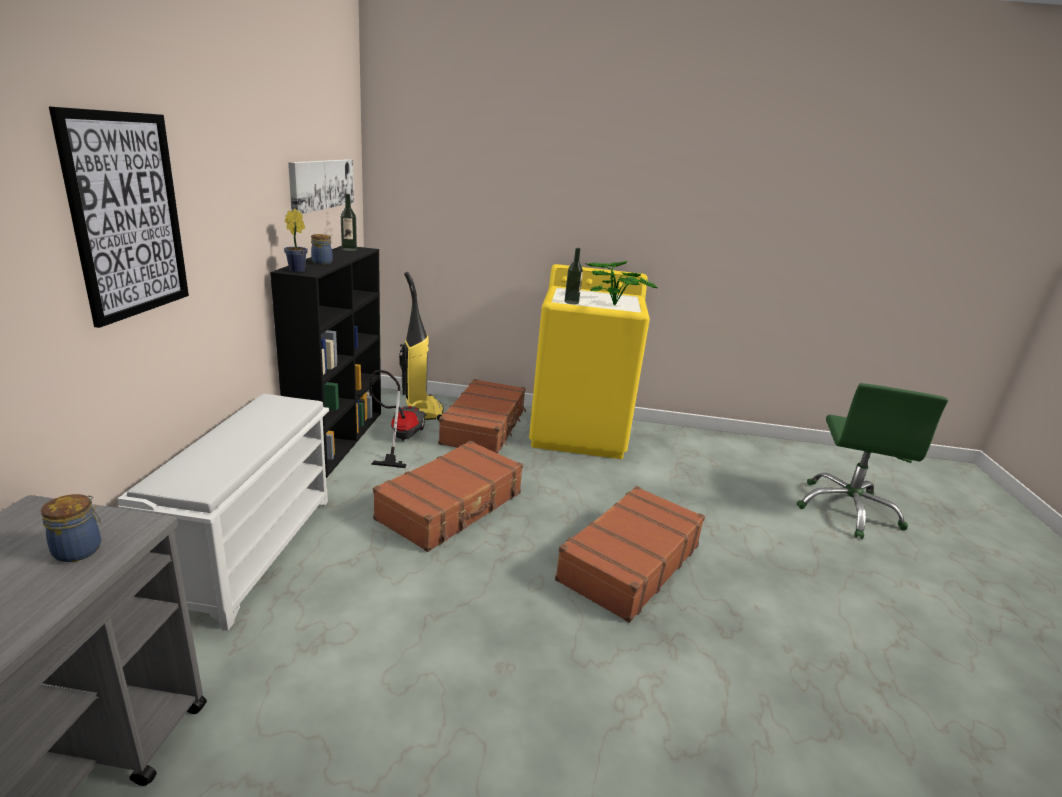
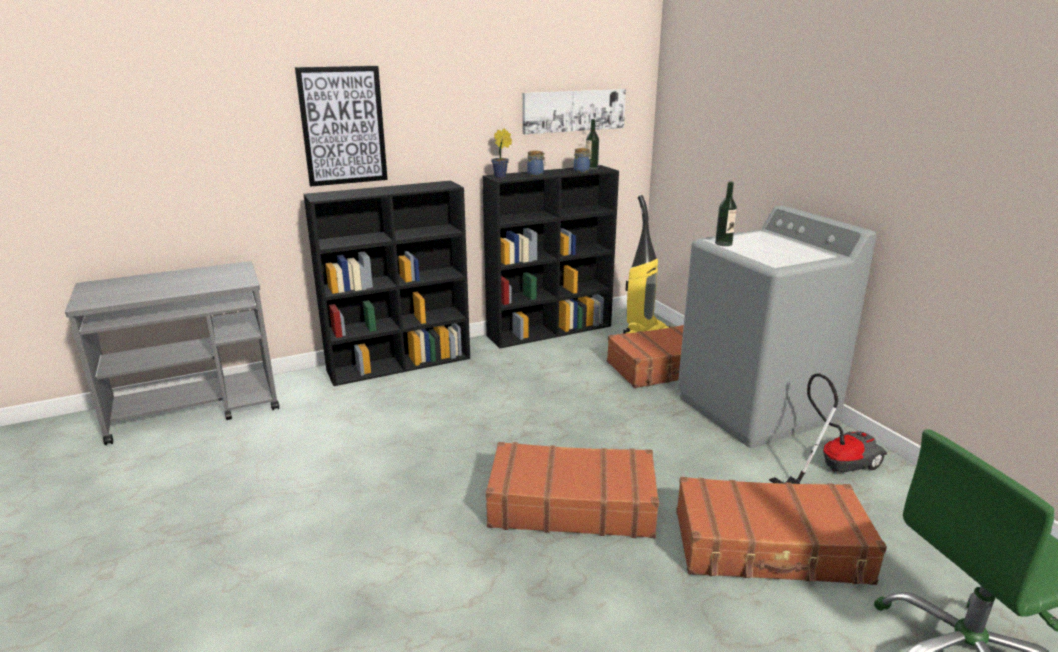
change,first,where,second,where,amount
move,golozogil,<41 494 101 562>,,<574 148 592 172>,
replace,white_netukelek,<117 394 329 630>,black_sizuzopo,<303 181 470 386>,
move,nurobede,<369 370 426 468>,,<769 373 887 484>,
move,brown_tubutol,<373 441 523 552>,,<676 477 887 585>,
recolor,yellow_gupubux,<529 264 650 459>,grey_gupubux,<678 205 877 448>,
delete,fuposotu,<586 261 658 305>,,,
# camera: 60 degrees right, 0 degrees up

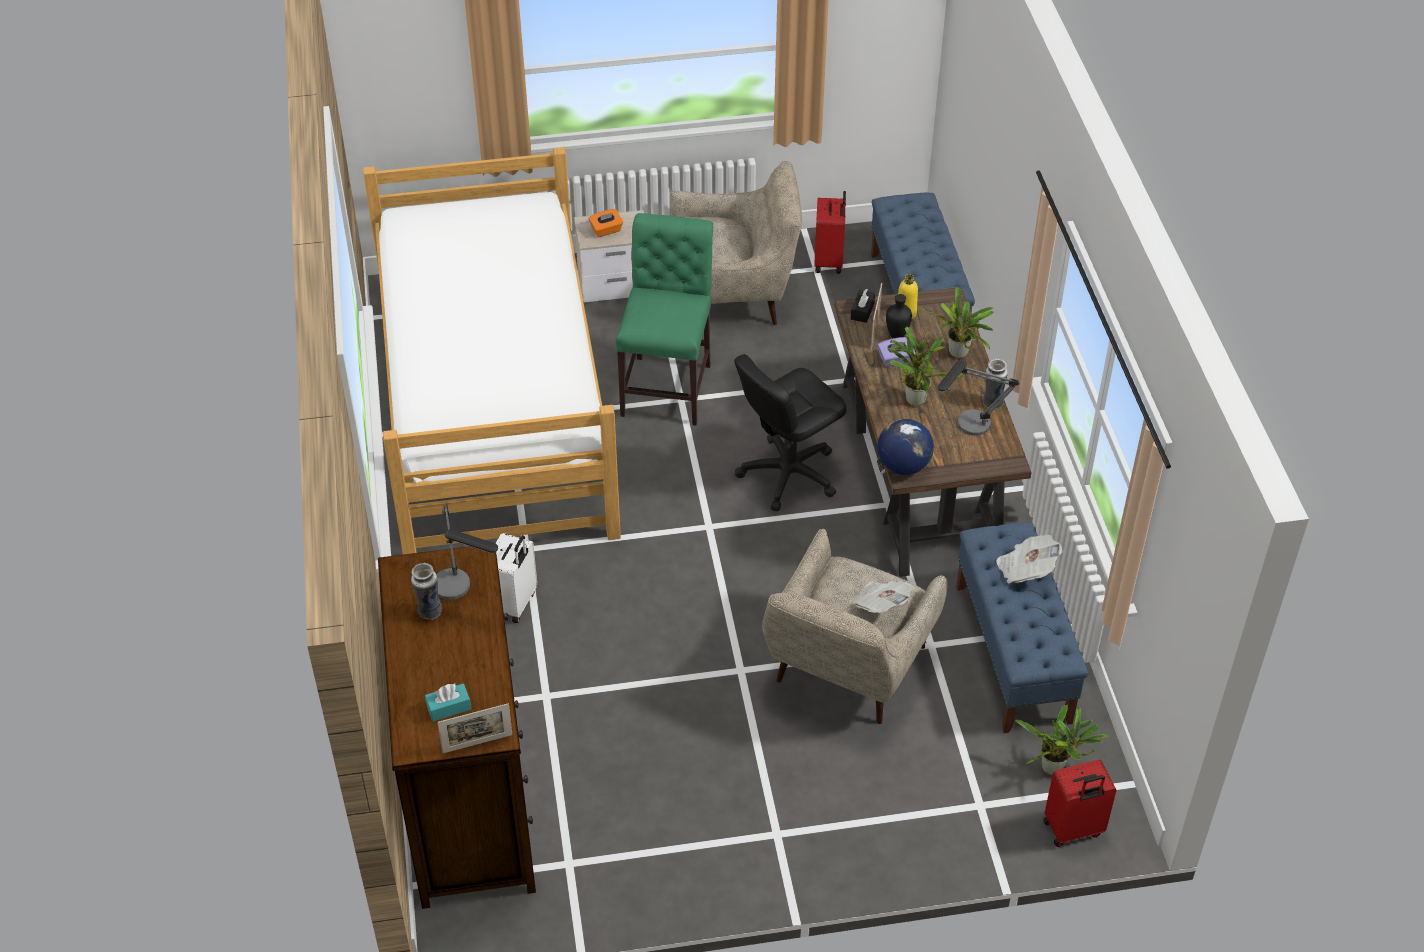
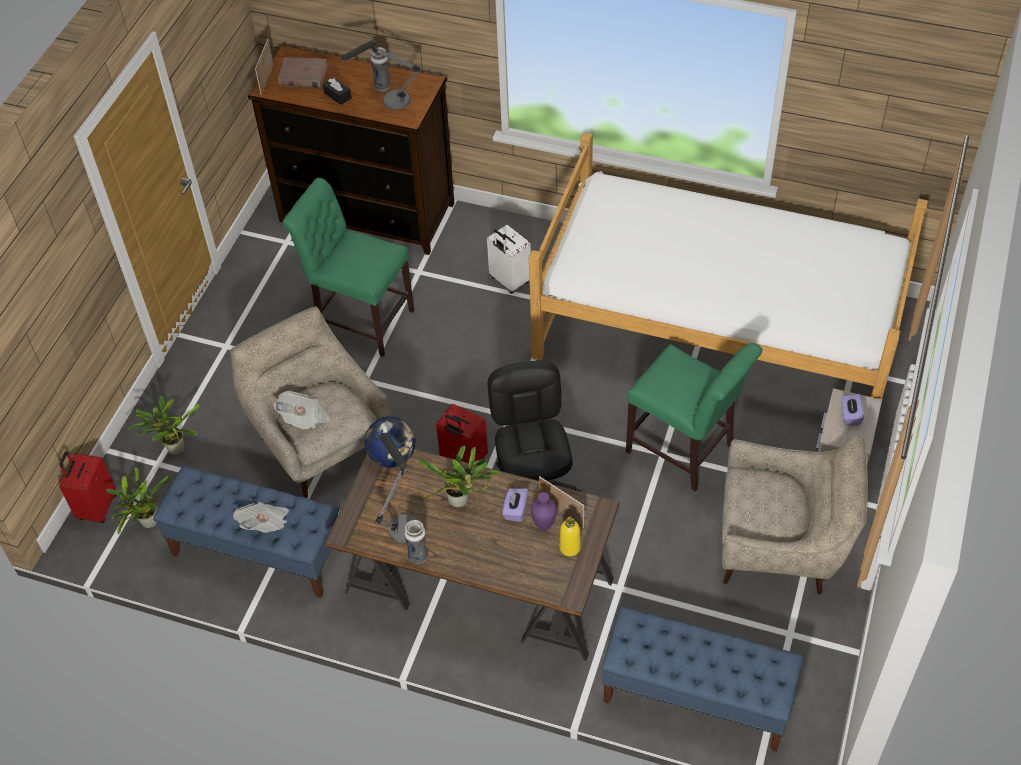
change,first,where,second,where,amount
replace,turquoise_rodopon,<425 684 471 721>,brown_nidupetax,<278 57 327 88>,
recolor,orange_rodopon,<589 209 623 237>,purple_rodopon,<841 394 864 425>,
rotate,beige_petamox,<670 161 802 325>,,<722 435 868 595>,105 degrees counterclockwise
move,red_tubutol,<814 191 846 274>,,<436 404 488 463>,
move,black_rodopon,<851 289 875 323>,,<322 78 352 105>,
recolor,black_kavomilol,<886 294 912 339>,purple_kavomilol,<531 492 557 531>,
move,fuposotu,<922 287 994 358>,,<128 395 200 455>,
insert,,,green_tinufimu,<282 178 414 357>,
# camera: 120 degrees right, 5 degrees up

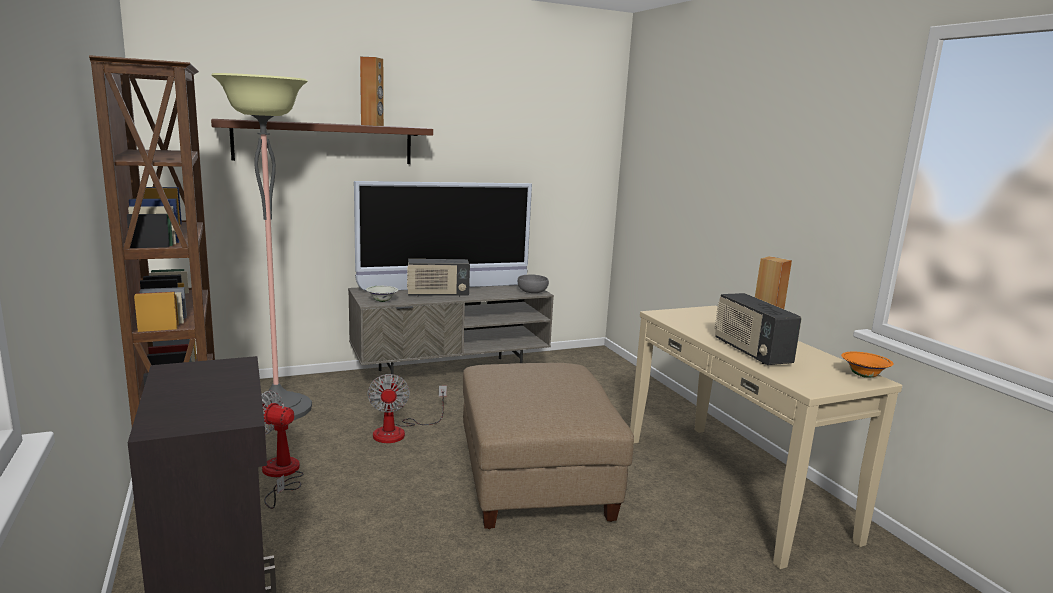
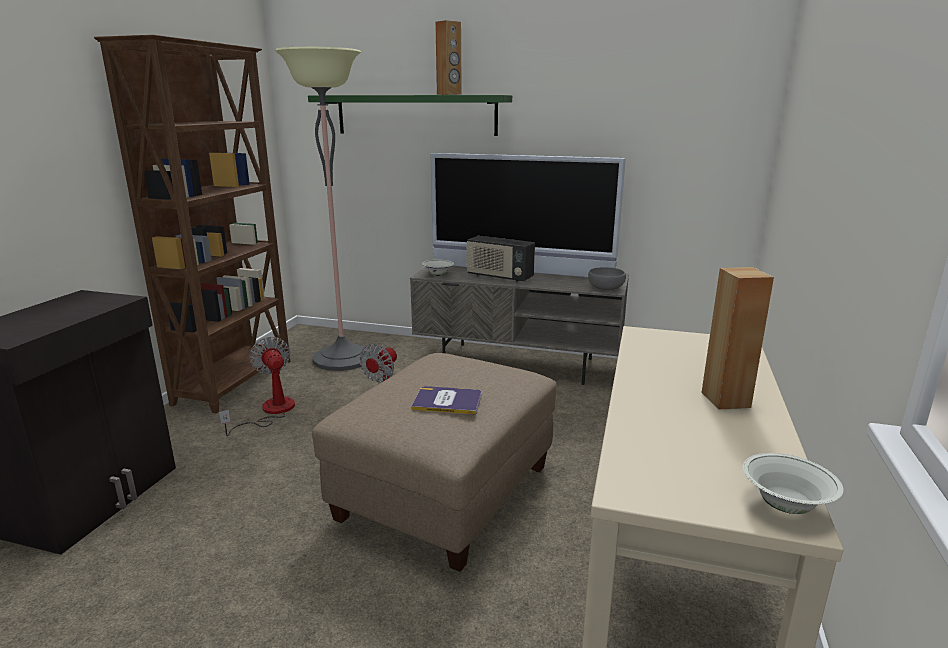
change,first,where,second,where,amount
recolor,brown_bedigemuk,<211 119 433 164>,green_bedigemuk,<308 95 512 136>,
delete,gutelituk,<715 293 802 365>,,,
recolor,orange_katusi,<841 352 894 378>,white_katusi,<743 453 844 514>,
insert,,,nidupetax,<411 386 482 414>,
# camera: 40 degrees right, 5 degrees up

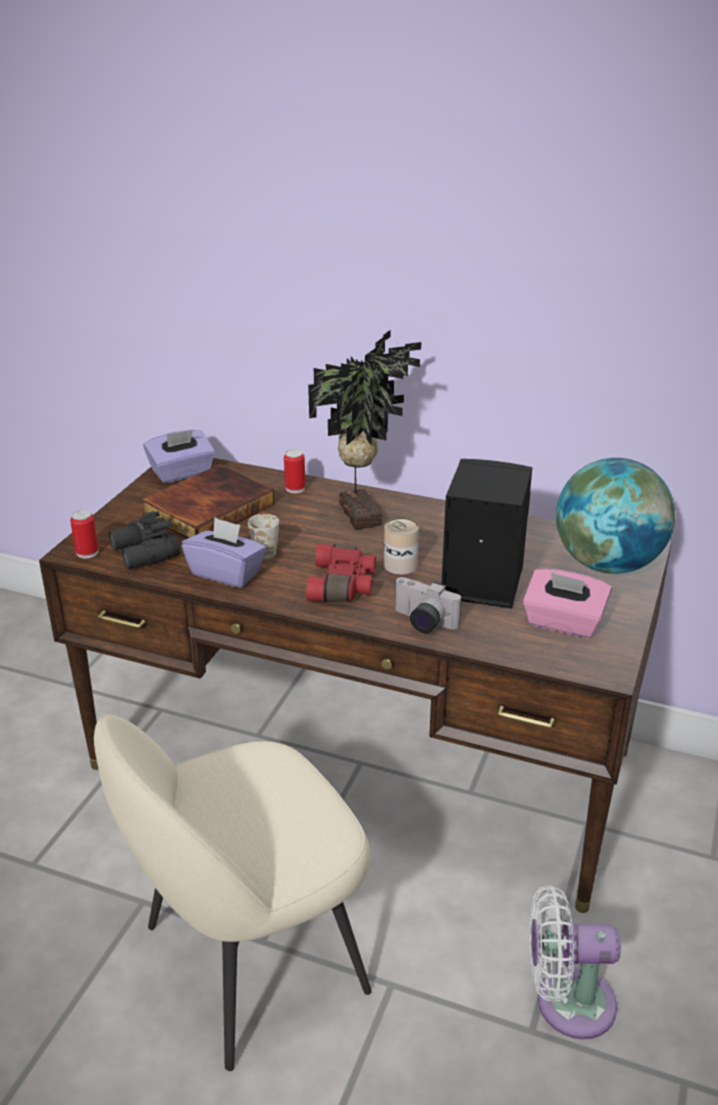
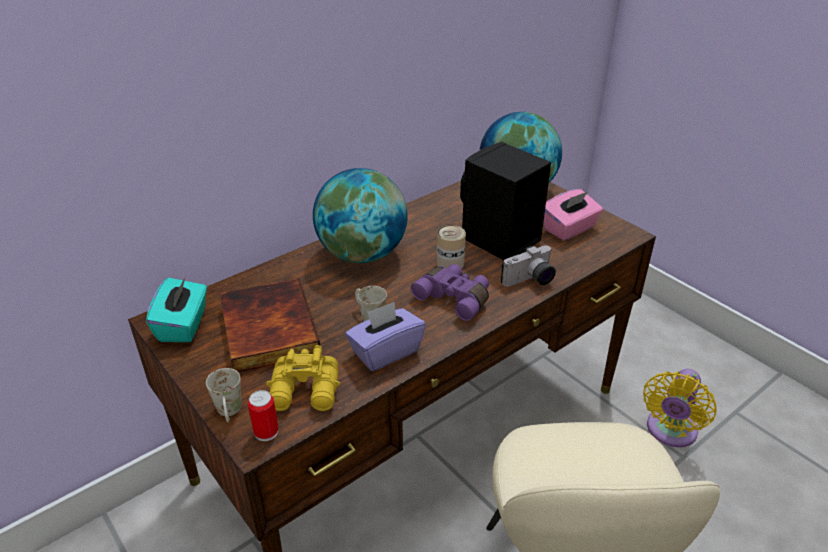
change,first,where,second,where,amount
recolor,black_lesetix,<109 511 181 569>,yellow_lesetix,<266 345 340 411>,
recolor,purple_rodopon,<143 430 215 483>,turquoise_rodopon,<146 278 207 342>,
delete,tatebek,<284 449 305 493>,,,
recolor,red_lesetix,<306 544 376 602>,purple_lesetix,<411 264 489 321>,
replace,fuposotu,<308 330 422 530>,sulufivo,<313 168 408 263>,
recolor,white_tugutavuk,<530 885 621 1039>,yellow_tugutavuk,<643 369 717 447>,
insert,,,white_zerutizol,<206 368 241 422>,
# camera: 60 degrees left, 5 degrees up

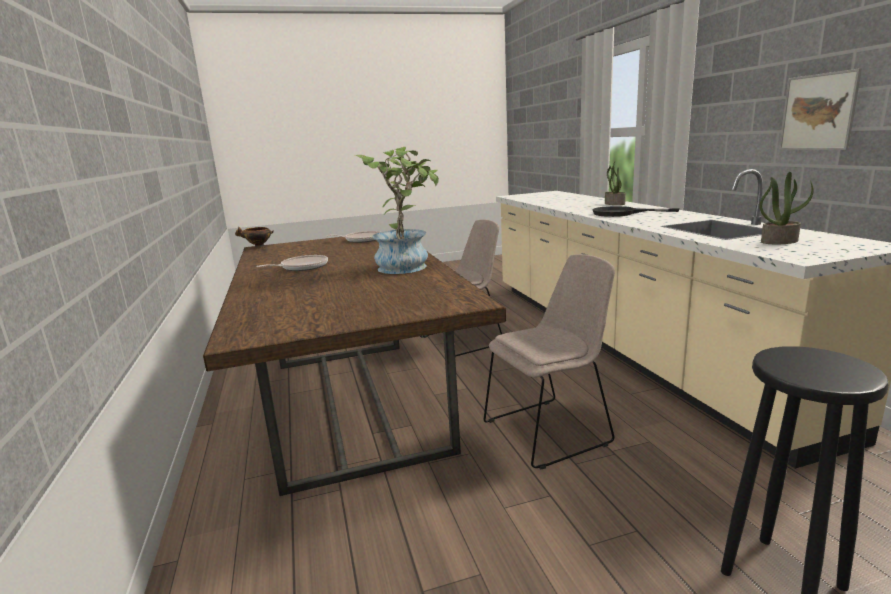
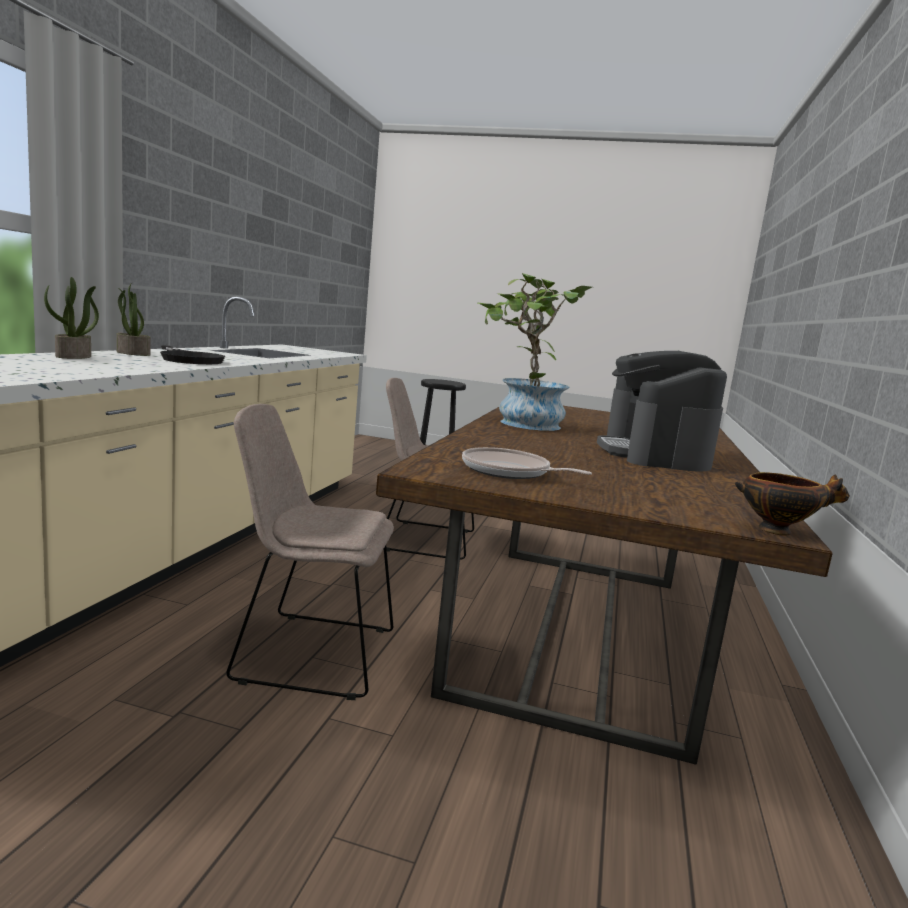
change,first,where,second,where,amount
replace,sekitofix,<256 255 328 271>,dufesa,<597 351 727 472>,
move,fuposotu,<760 172 814 244>,,<116 283 151 356>,
delete,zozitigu,<779 68 862 150>,,,
# camera: 150 degrees left, 5 degrees down

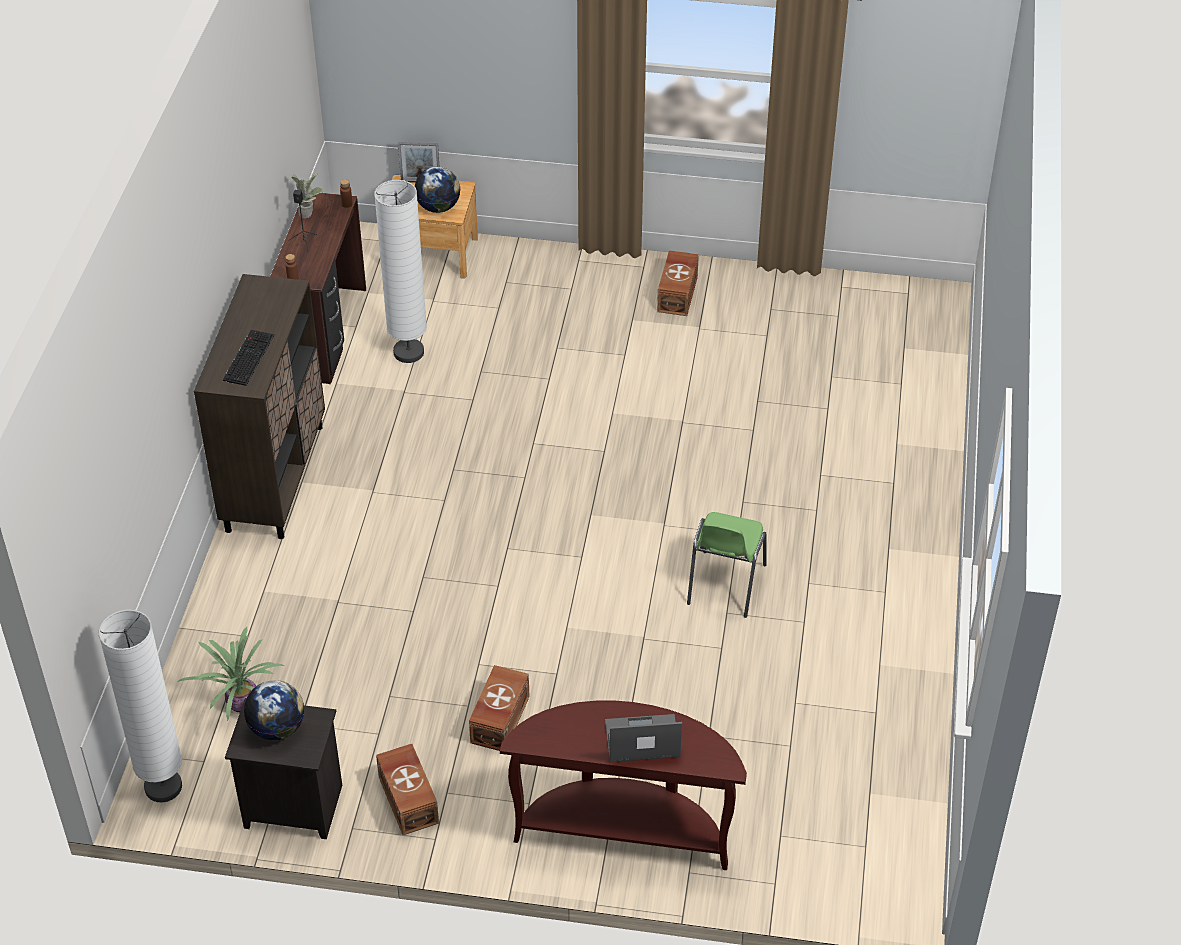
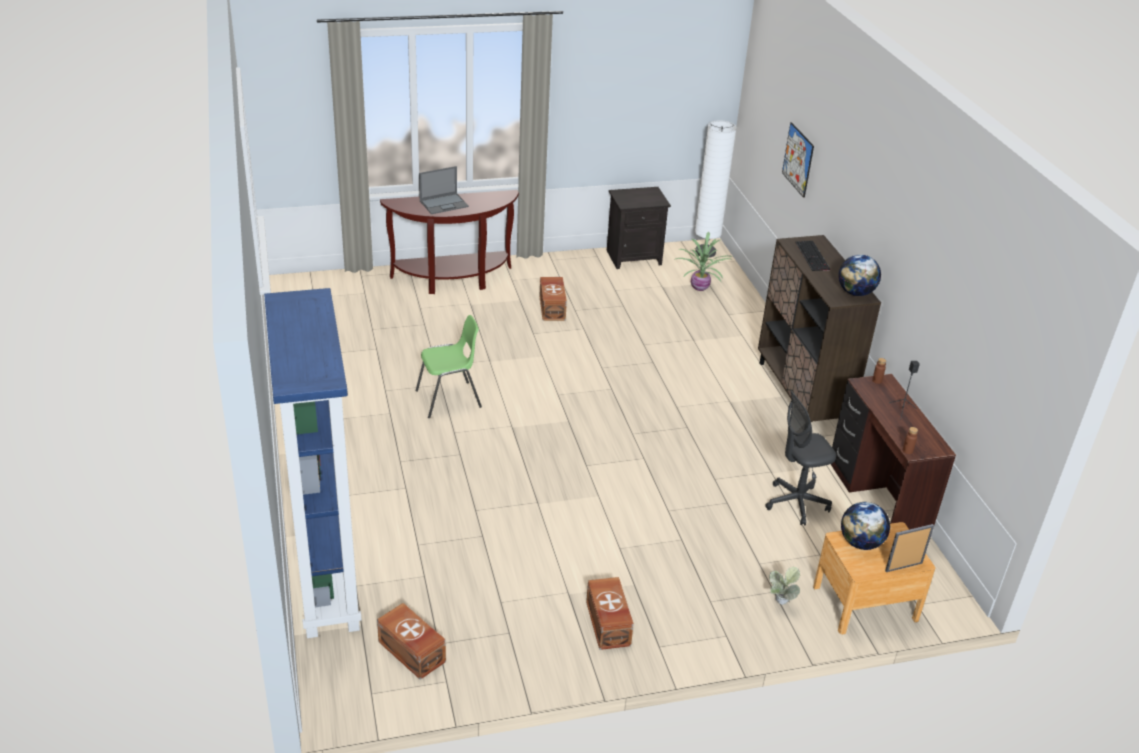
change,first,where,second,where,amount
move,sulufivo,<244 680 304 740>,,<838 254 881 296>,
move,fuposotu,<291 173 324 218>,,<769 567 800 605>,
replace,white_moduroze,<374 180 427 363>,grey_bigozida,<765 390 836 525>,
move,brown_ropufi,<376 744 439 835>,,<377 603 446 679>,
rotate,green_tinufimu,<687 512 767 618>,,<415 315 482 418>,75 degrees clockwise
insert,,,blue_sizuzopo,<264 288 362 638>,
insert,,,zozitigu,<782 122 814 198>,
# camera: 155 degrees right, 10 degrees down

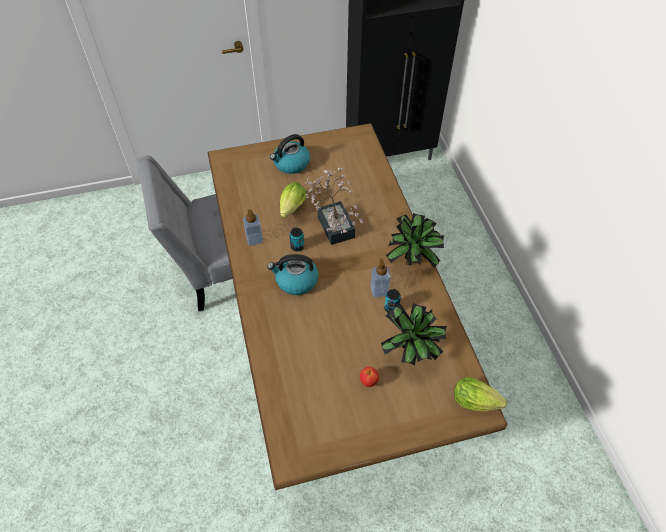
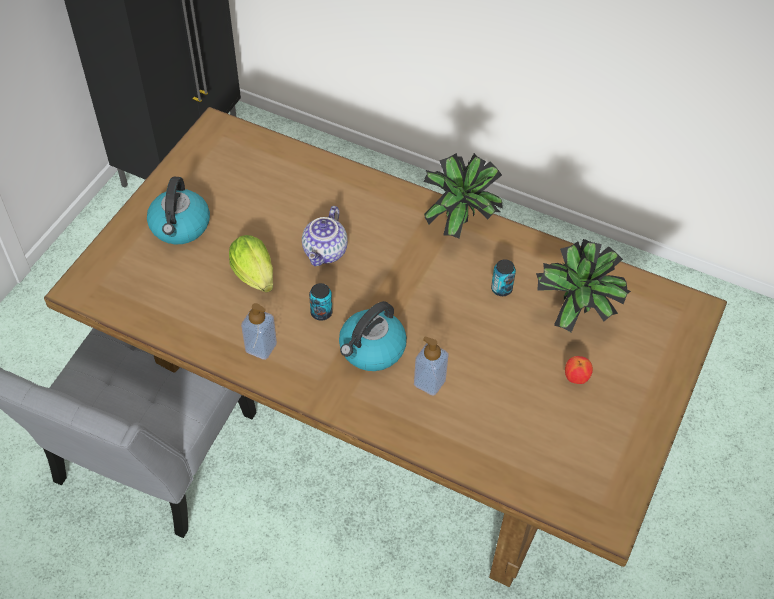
change,first,where,second,where,amount
replace,fuposotu,<305 168 363 245>,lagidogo,<302 206 348 266>,
move,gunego,<370 258 391 297>,,<414 337 449 396>,
delete,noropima,<454 377 507 411>,,,
# camera: 50 degrees left, 0 degrees up

